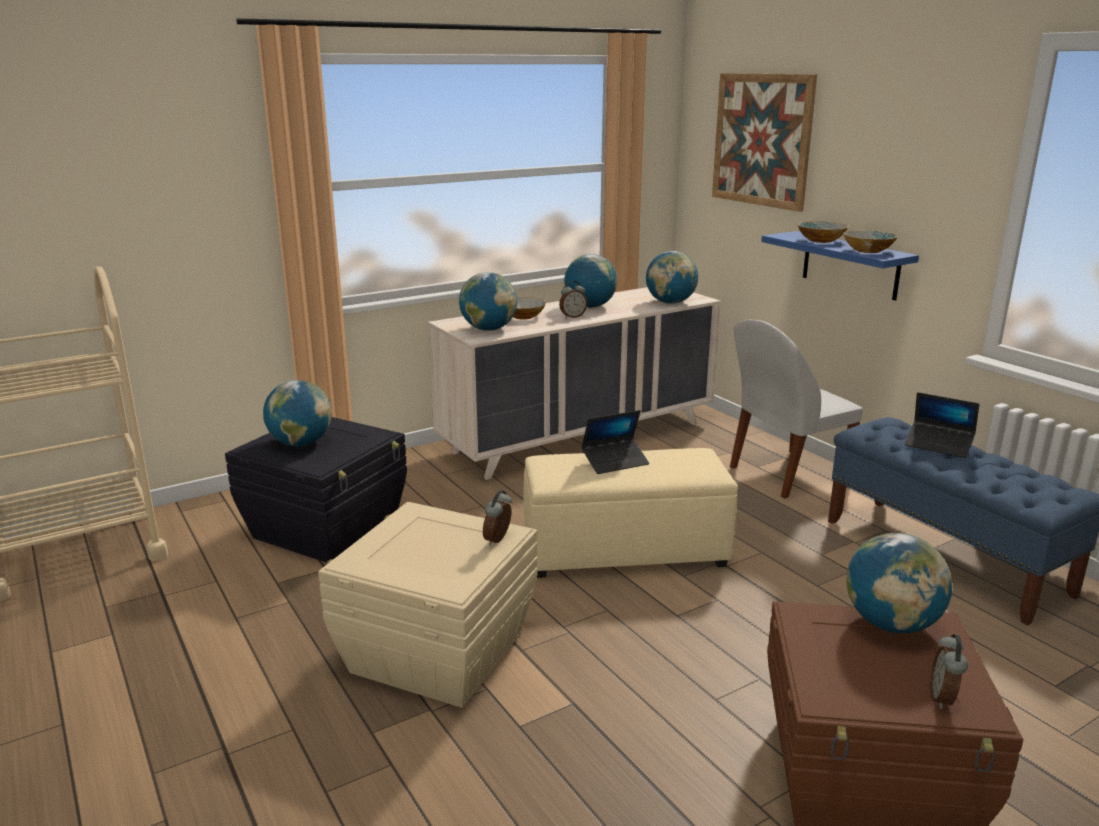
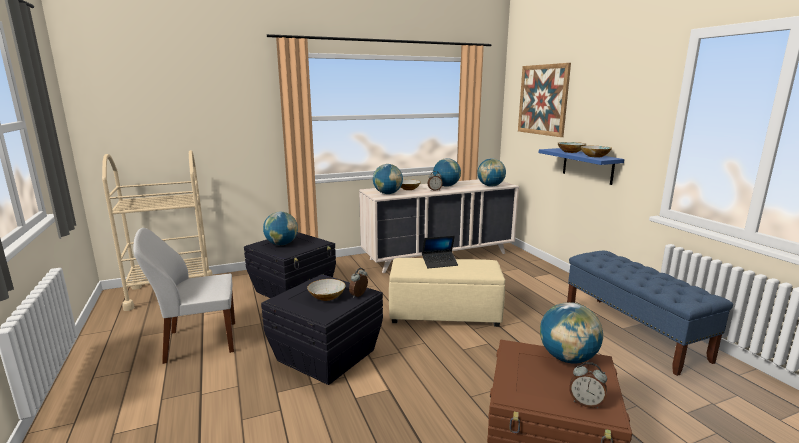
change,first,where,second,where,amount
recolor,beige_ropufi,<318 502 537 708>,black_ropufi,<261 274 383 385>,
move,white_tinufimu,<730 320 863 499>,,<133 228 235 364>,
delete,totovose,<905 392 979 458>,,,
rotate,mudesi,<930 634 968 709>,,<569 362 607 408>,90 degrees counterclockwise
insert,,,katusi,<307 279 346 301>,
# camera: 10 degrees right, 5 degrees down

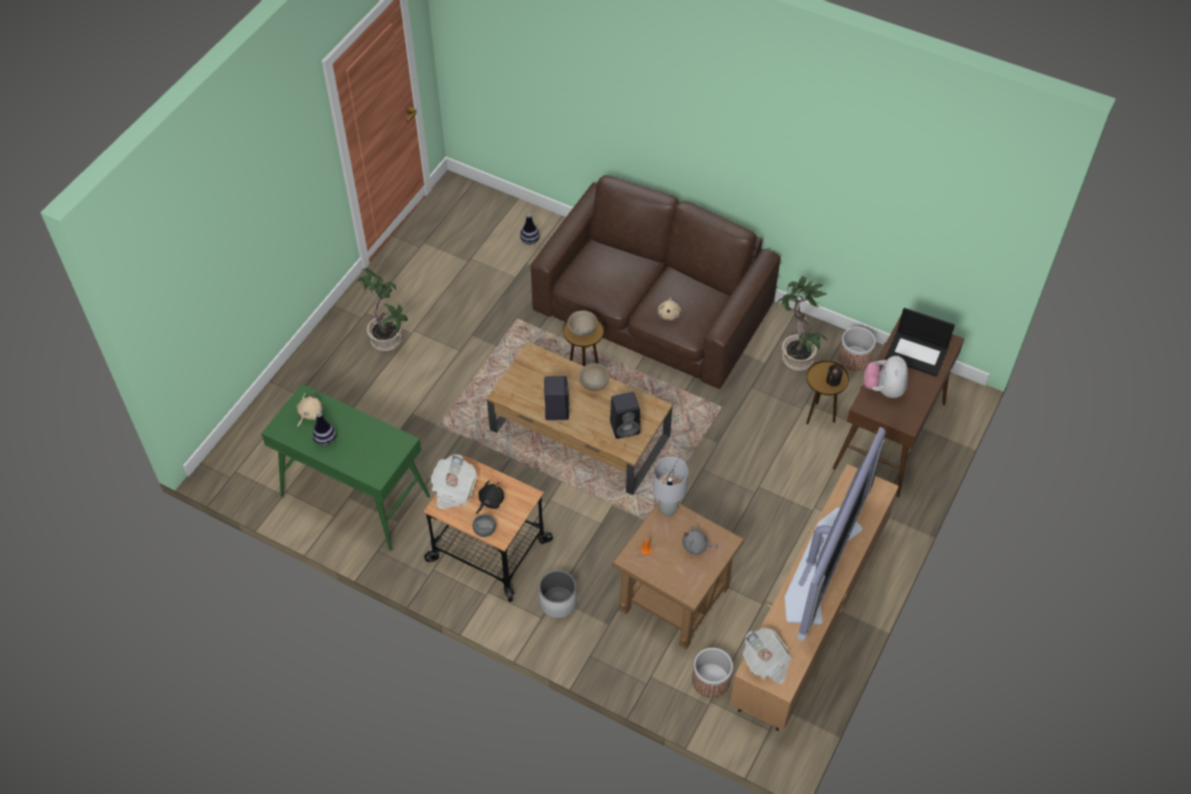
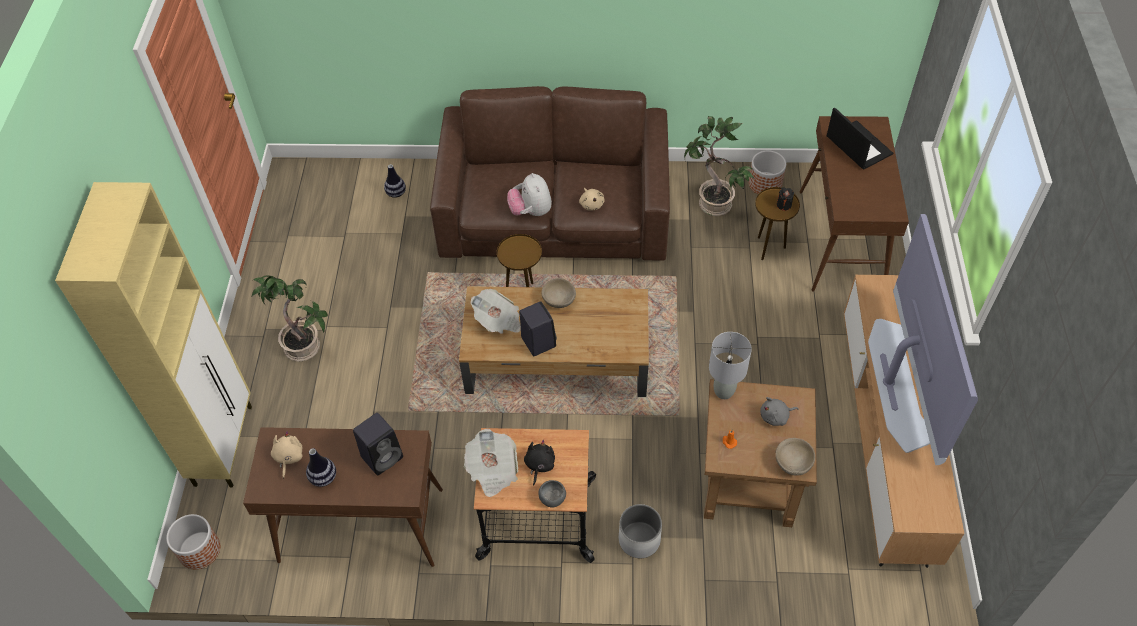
change,first,where,second,where,amount
recolor,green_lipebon,<261 384 430 551>,brown_lipebon,<243 427 443 567>,
move,beige_katusi,<567 310 598 337>,,<775 438 815 475>,
move,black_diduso,<610 392 640 439>,,<353 413 403 475>,
move,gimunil,<692 648 733 698>,,<166 514 220 569>,
move,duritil,<743 628 792 684>,,<471 289 521 334>,
move,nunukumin,<864 356 908 398>,,<507 173 552 216>,
rotate,totovose,<885 308 955 377>,,<827 107 893 169>,120 degrees counterclockwise
insert,,,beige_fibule,<55 182 252 487>,
# camera: 25 degrees left, 0 degrees up

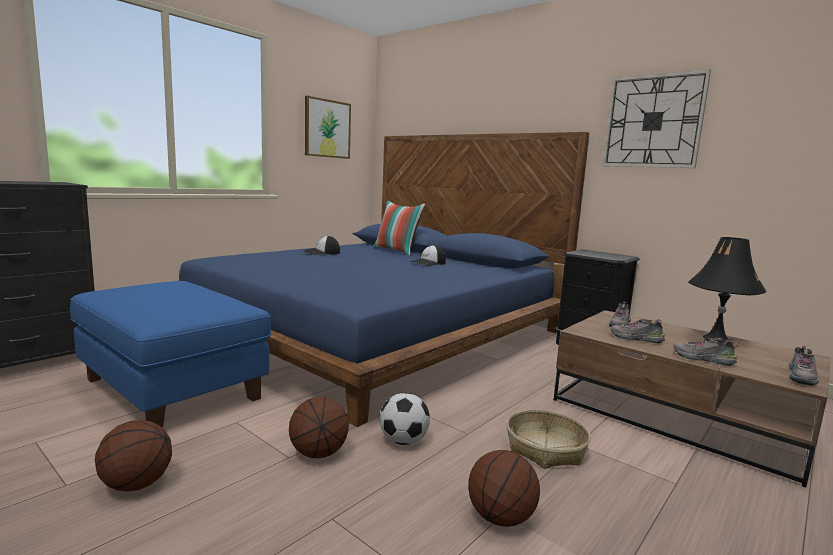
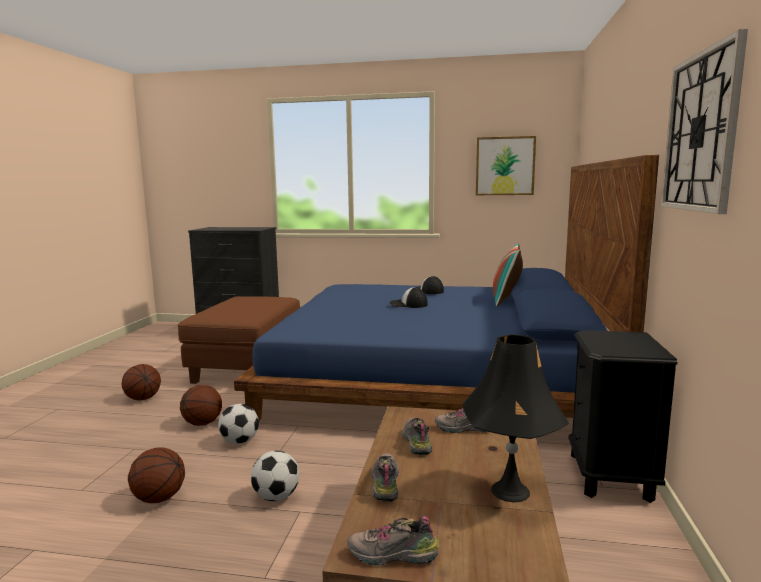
change,first,where,second,where,amount
recolor,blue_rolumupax,<70 281 271 428>,brown_rolumupax,<178 296 300 384>,
move,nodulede,<410 245 446 266>,,<389 287 428 308>,
replace,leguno,<507 410 590 469>,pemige,<251 451 299 501>,
# camera: 60 degrees right, 0 degrees up

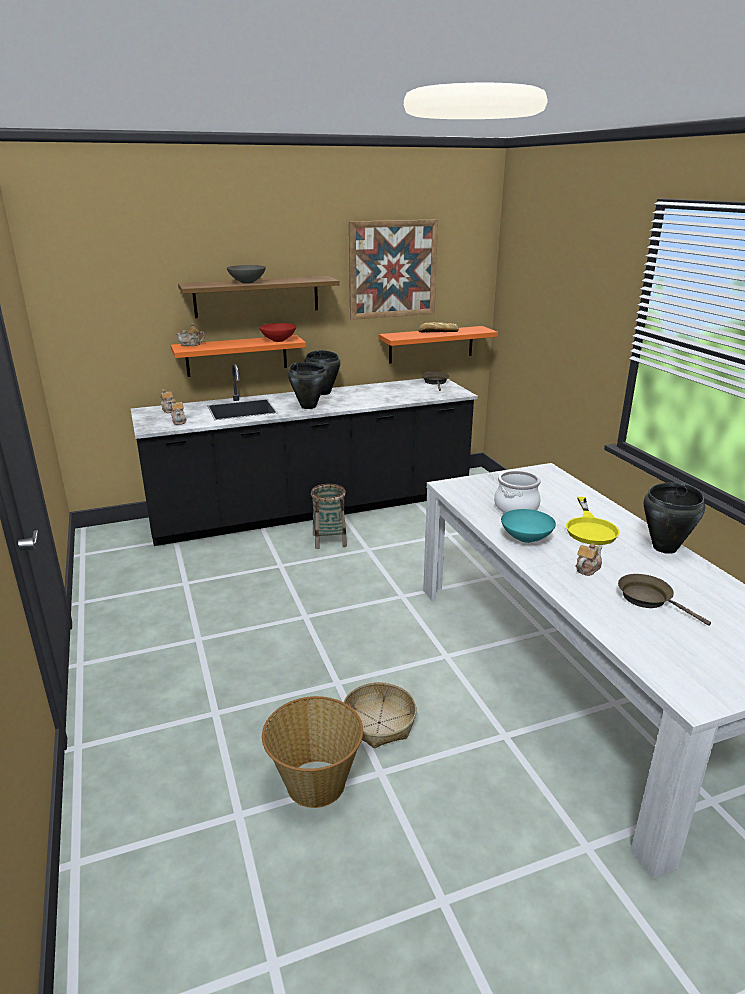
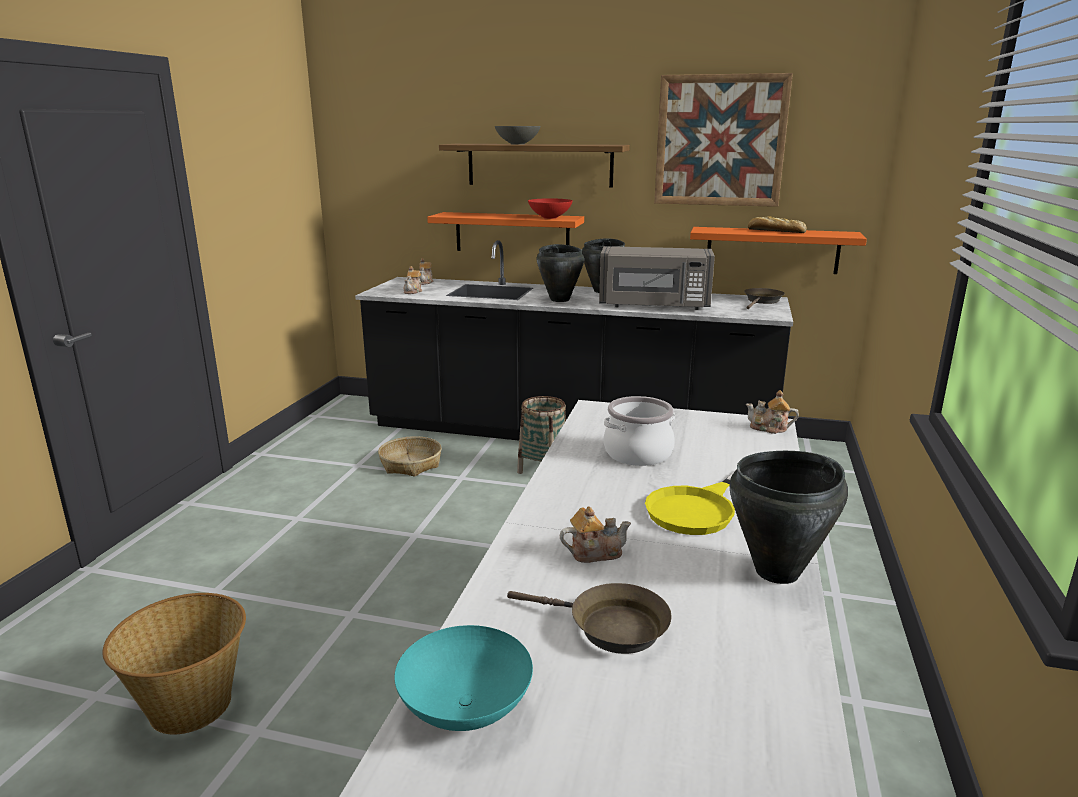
change,first,where,second,where,amount
move,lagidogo,<176 323 205 346>,,<746 390 799 434>,
move,leguno,<344 682 417 748>,,<378 436 442 477>,
move,turquoise_katusi,<501 509 556 543>,,<395 625 533 731>,
rotate,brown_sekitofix,<618 574 711 626>,,<507 583 672 654>,120 degrees clockwise
insert,,,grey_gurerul,<599 246 715 310>,
# camera: 35 degrees right, 5 degrees down

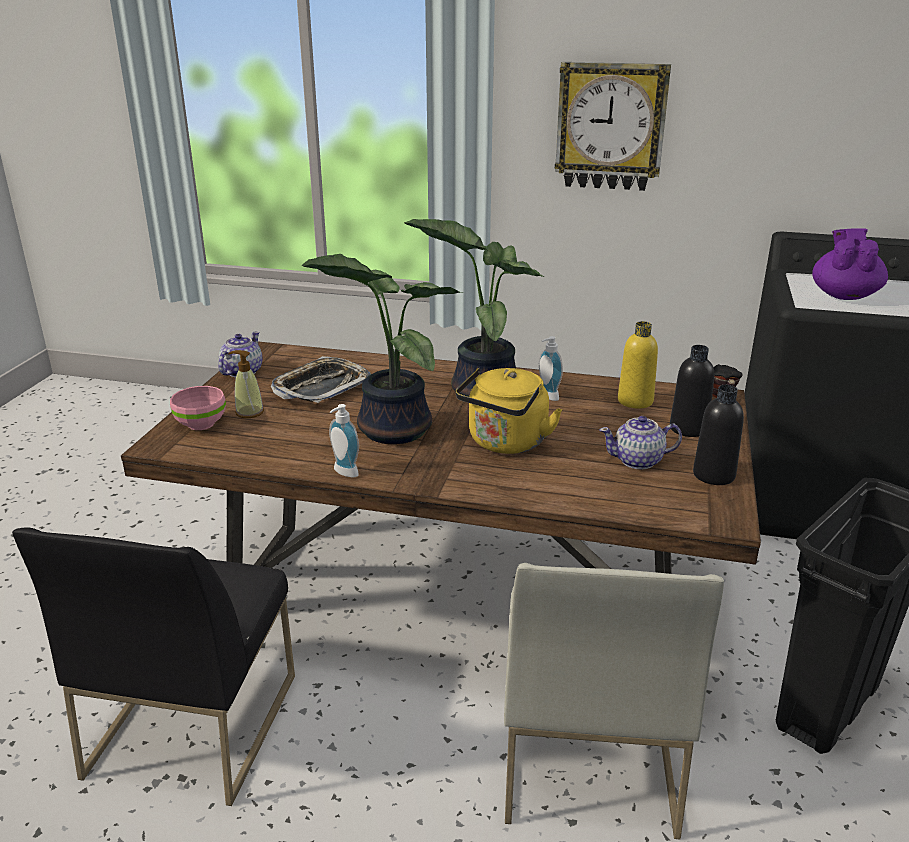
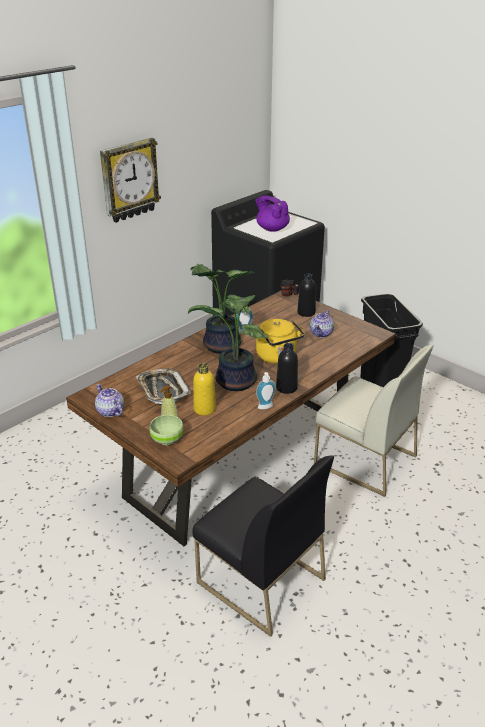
change,first,where,second,where,amount
recolor,pink_katusi,<170 386 226 430>,green_katusi,<149 415 184 445>,
move,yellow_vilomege,<618 321 658 409>,,<193 363 216 416>,
move,black_vilomege,<693 385 744 485>,,<276 343 298 394>,
# camera: 60 degrees left, 5 degrees up

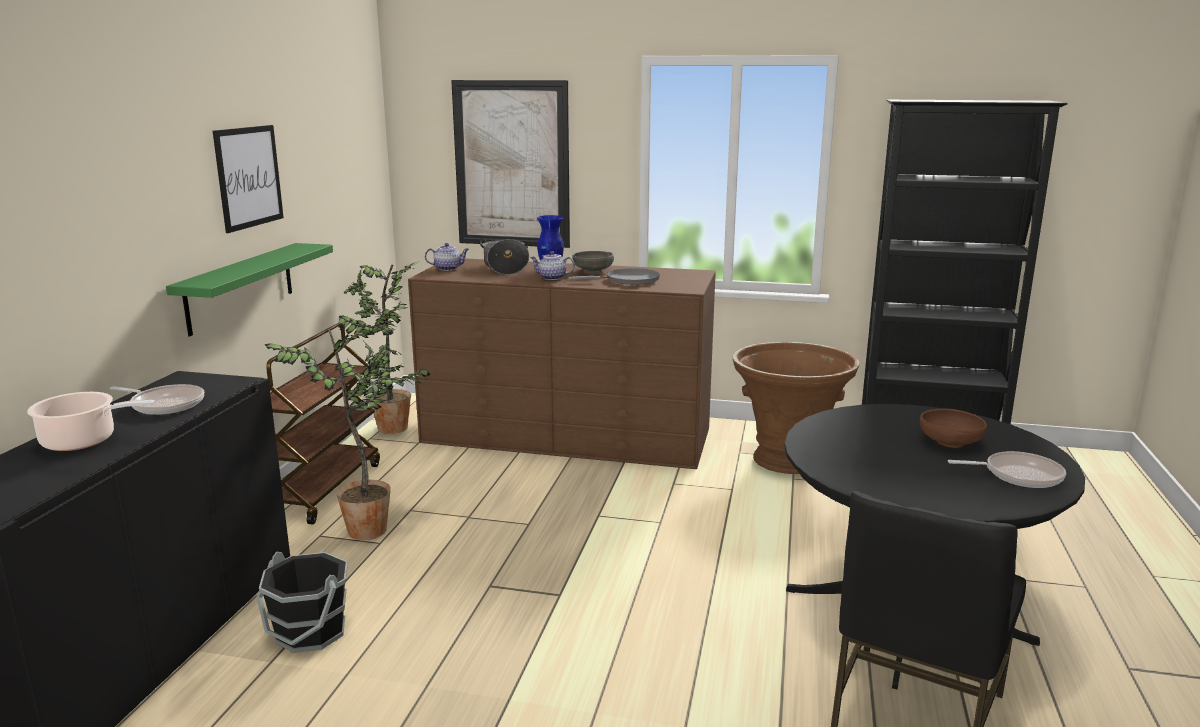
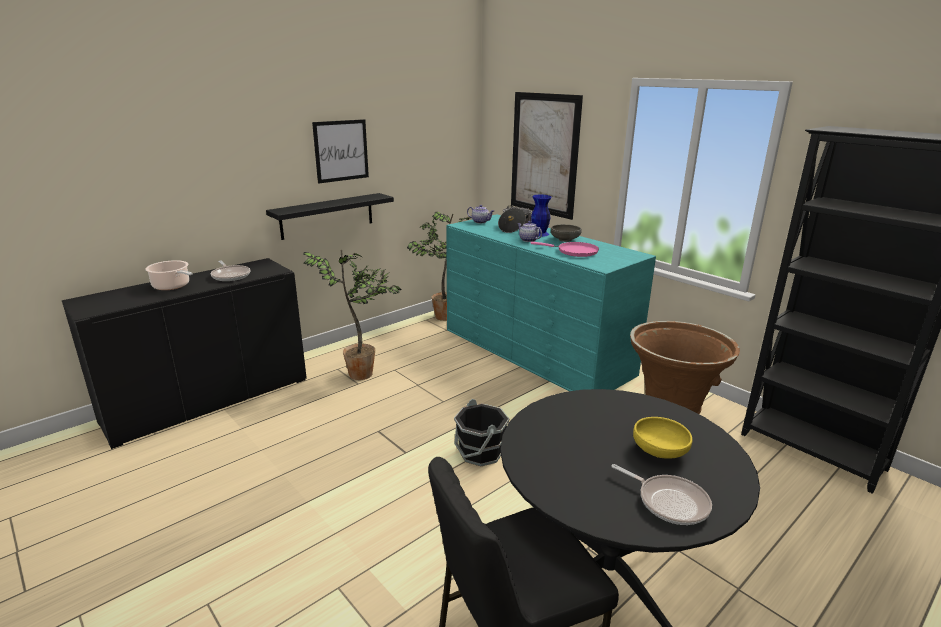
change,first,where,second,where,amount
recolor,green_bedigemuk,<166 243 333 336>,black_bedigemuk,<266 193 394 240>,
move,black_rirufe,<256 552 348 653>,,<454 399 509 466>,
delete,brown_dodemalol,<267 323 380 524>,,,
recolor,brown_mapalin,<408 259 716 469>,turquoise_mapalin,<446 214 656 391>,
recolor,grey_sekitofix,<568 268 660 285>,pink_sekitofix,<531 242 599 257>,
recolor,brown_katusi,<920 408 987 448>,yellow_katusi,<633 417 692 459>,
# camera: 35 degrees right, 5 degrees up

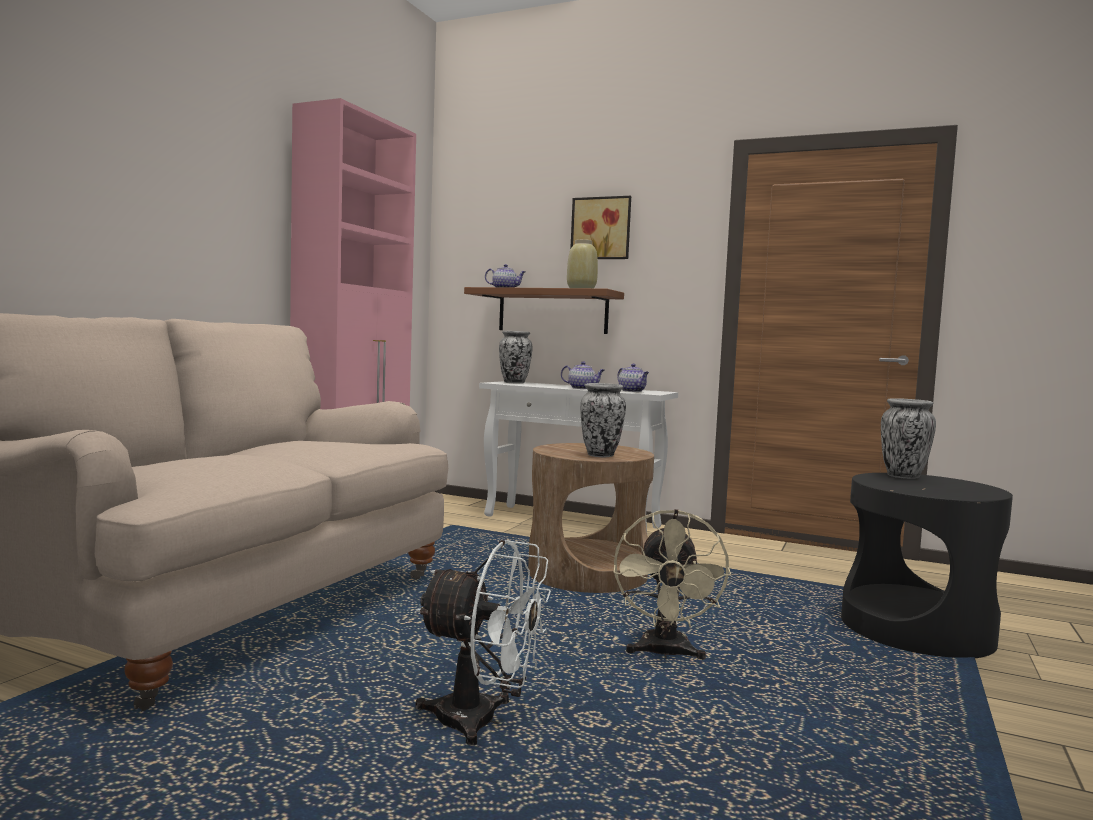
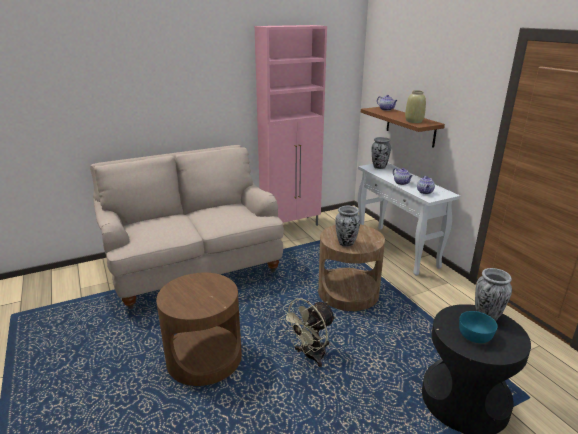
change,first,where,second,where,amount
replace,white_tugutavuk,<415 540 551 746>,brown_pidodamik,<156 273 242 386>,
delete,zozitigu,<570 196 631 259>,,,
insert,,,turquoise_katusi,<459 311 498 343>,
# camera: 40 degrees right, 20 degrees up

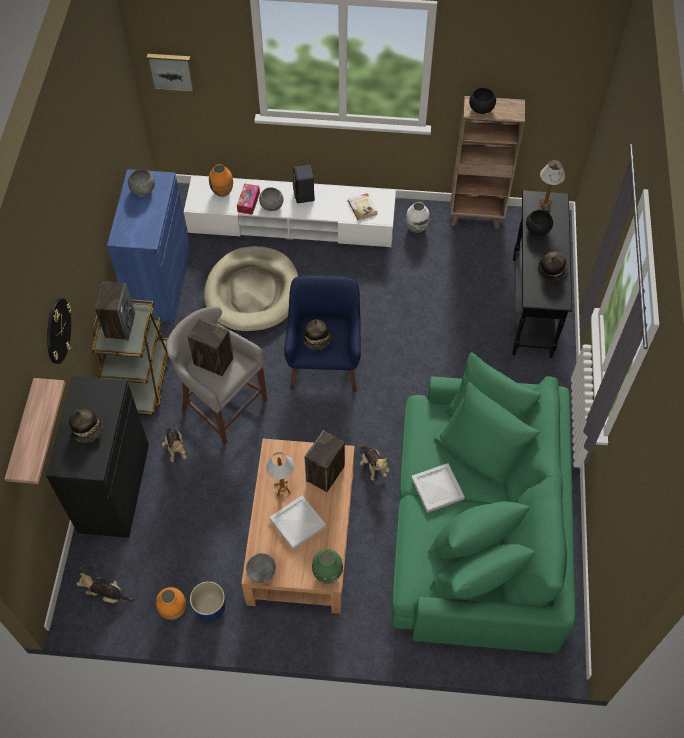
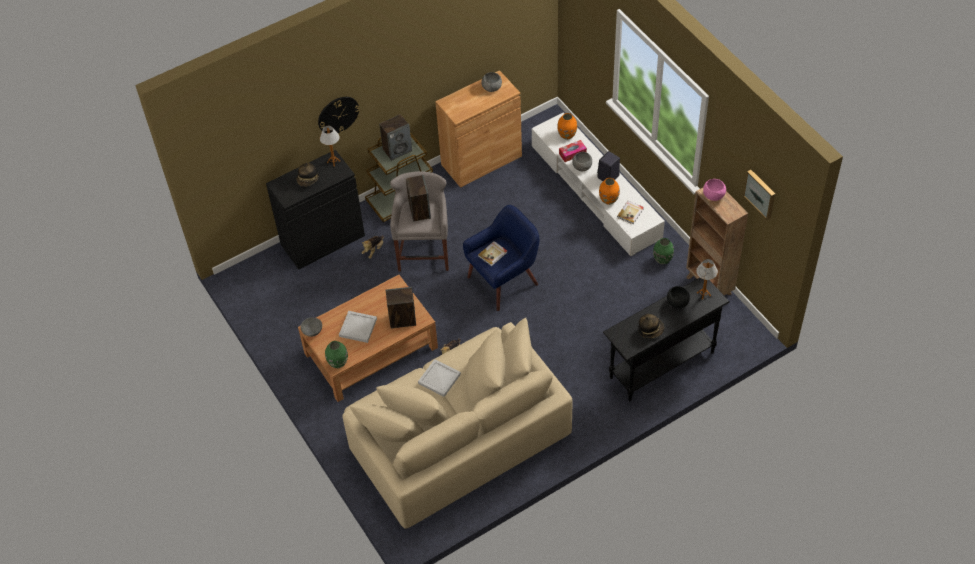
change,first,where,second,where,amount
delete,bedigemuk,<5 378 65 484>,,,
delete,nunukumin,<76 573 135 603>,,,
recolor,blue_fibule,<107 169 190 322>,brown_fibule,<435 70 522 188>,
move,zozitigu,<147 54 195 93>,,<743 170 775 220>,
move,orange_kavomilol,<156 587 186 620>,,<599 178 620 205>,
delete,blue_gimunil,<190 581 226 622>,,,
delete,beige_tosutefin,<204 246 298 332>,,,
move,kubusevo,<266 452 294 496>,,<320 126 340 167>,
replace,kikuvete,<303 319 332 350>,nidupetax,<478 241 508 266>,
recolor,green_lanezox,<392 352 576 653>,beige_lanezox,<342 318 573 529>,
recolor,white_kavomilol,<406 202 430 233>,green_kavomilol,<653 238 674 264>,
recolor,black_katusi,<469 88 496 114>,pink_katusi,<703 179 726 201>,
# camera: 55 degrees right, 5 degrees down

